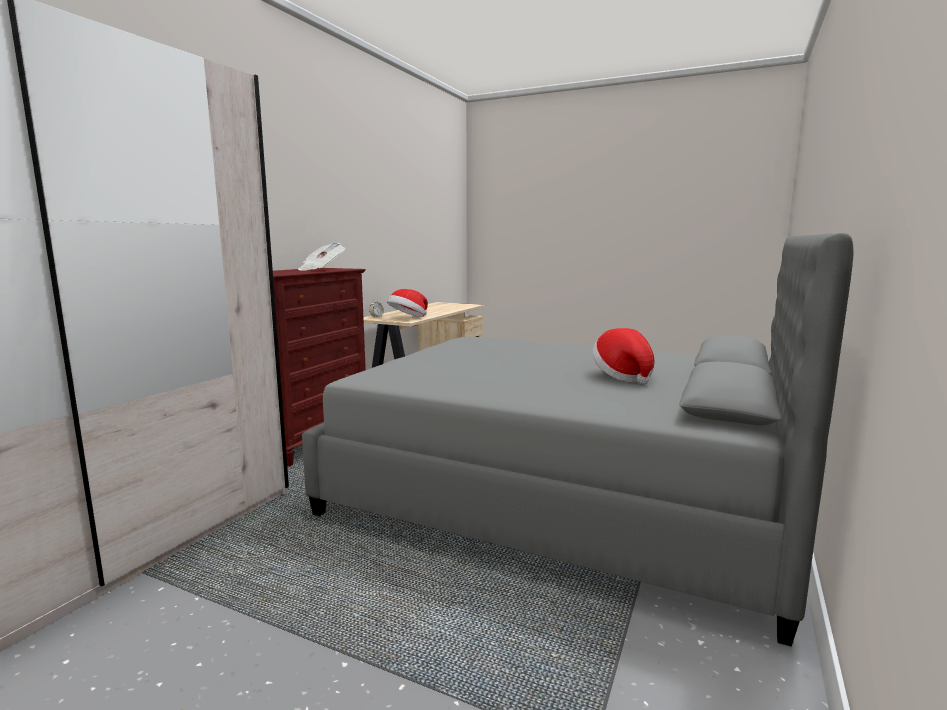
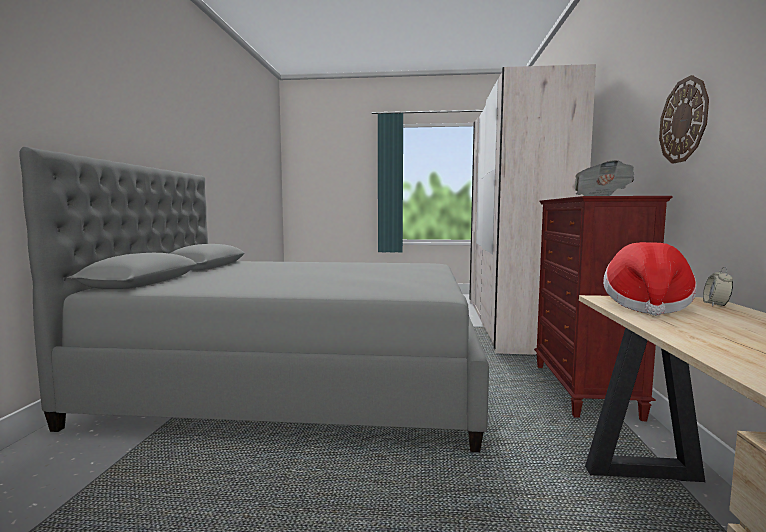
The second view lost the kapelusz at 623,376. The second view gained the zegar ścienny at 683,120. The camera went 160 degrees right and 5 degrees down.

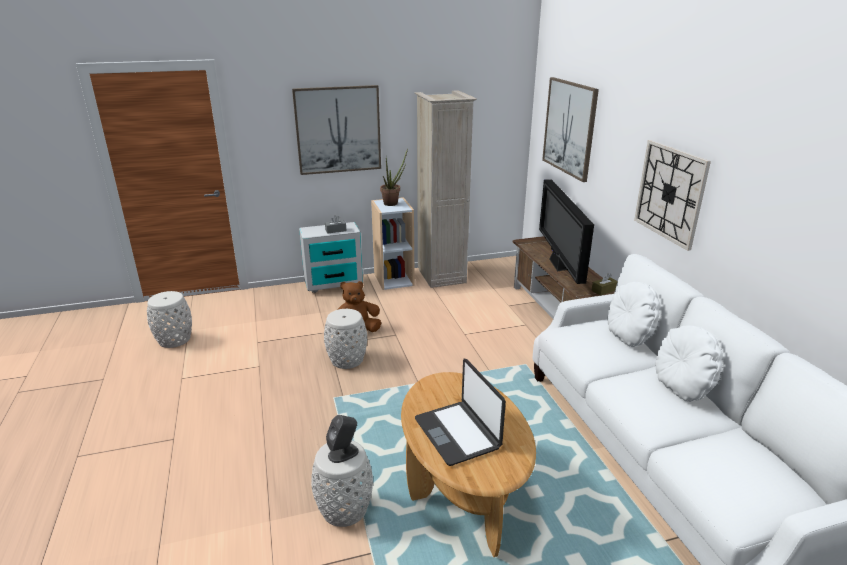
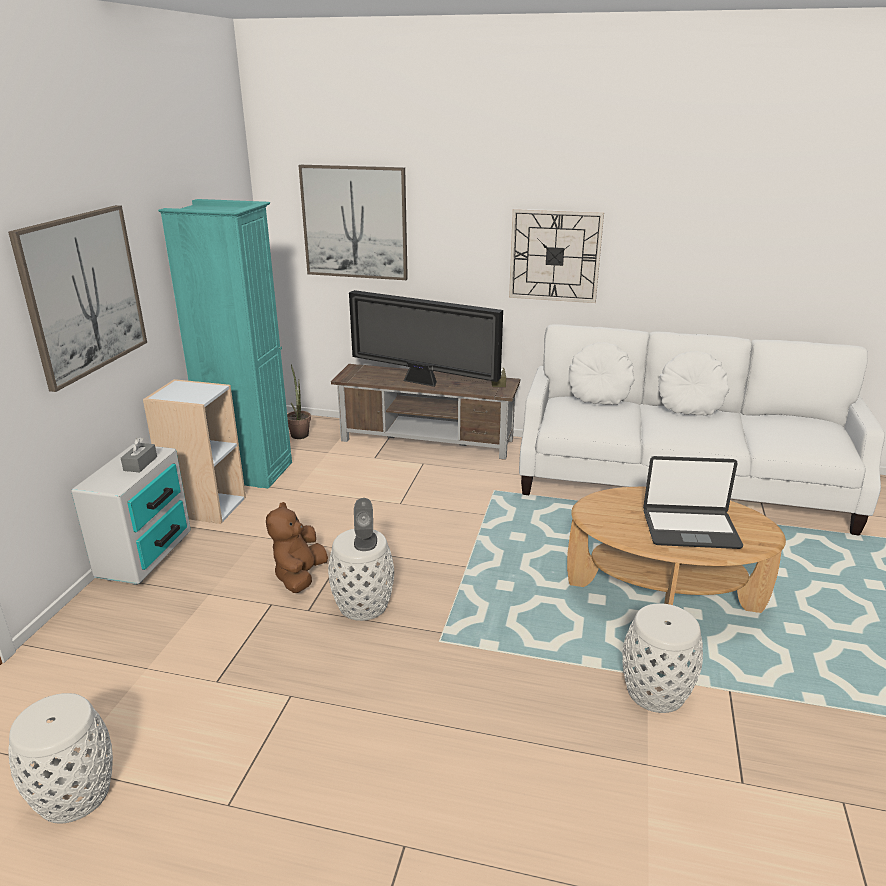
The głośnik (szary) ended up elsewhere, having gone from 343,453 to 365,541. The roślina doniczkowa ended up elsewhere, having gone from 393,203 to 299,433. What was the szafka (beżowy) at 442,276 turned into the szafka (turkusowy) at 250,471. The camera went 60 degrees left and 0 degrees up.

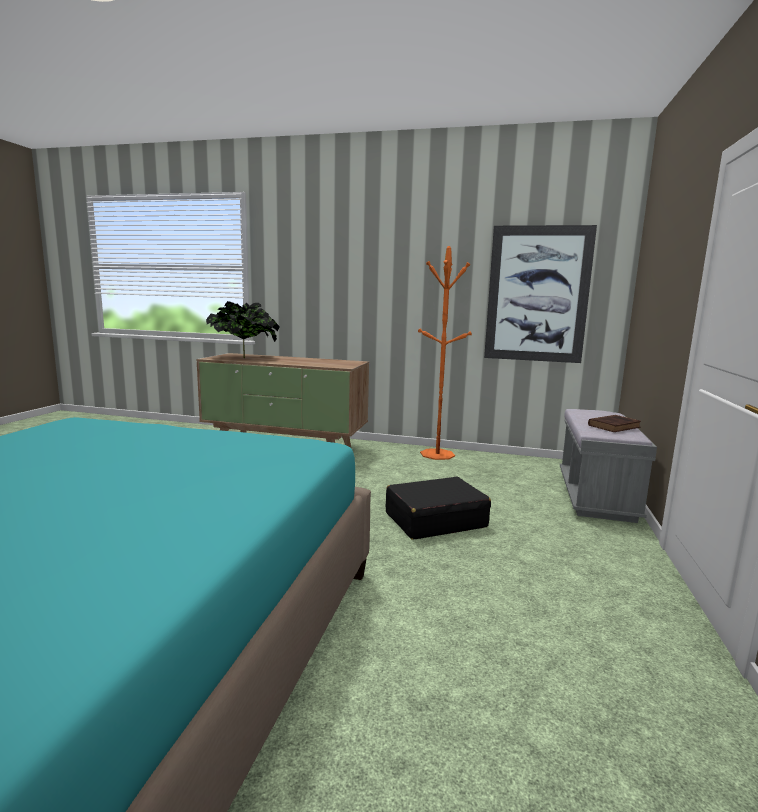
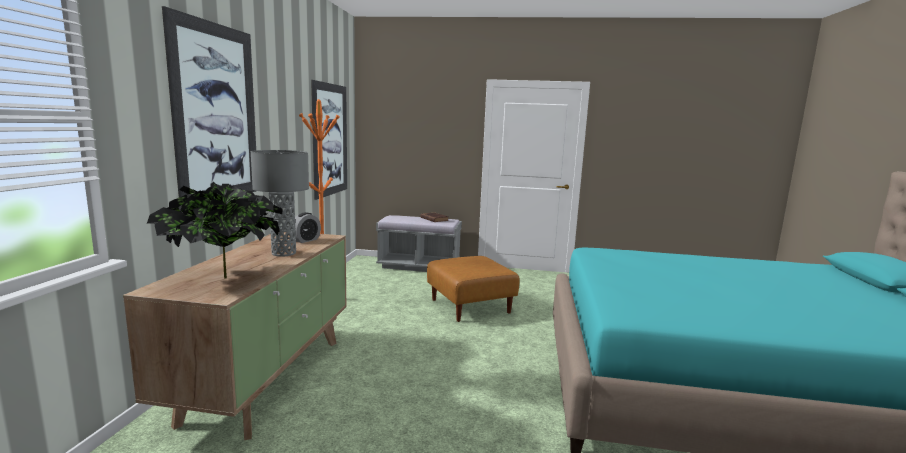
Where the walizka (czarny) stood at 435,520, the pufa (brązowy) came to stand at 471,306. The second view gained the obraz at 217,113. The second view gained the lampa stołowa (szary) at 284,253. The second view gained the budzik at 305,240. The camera went 95 degrees left and 0 degrees up.

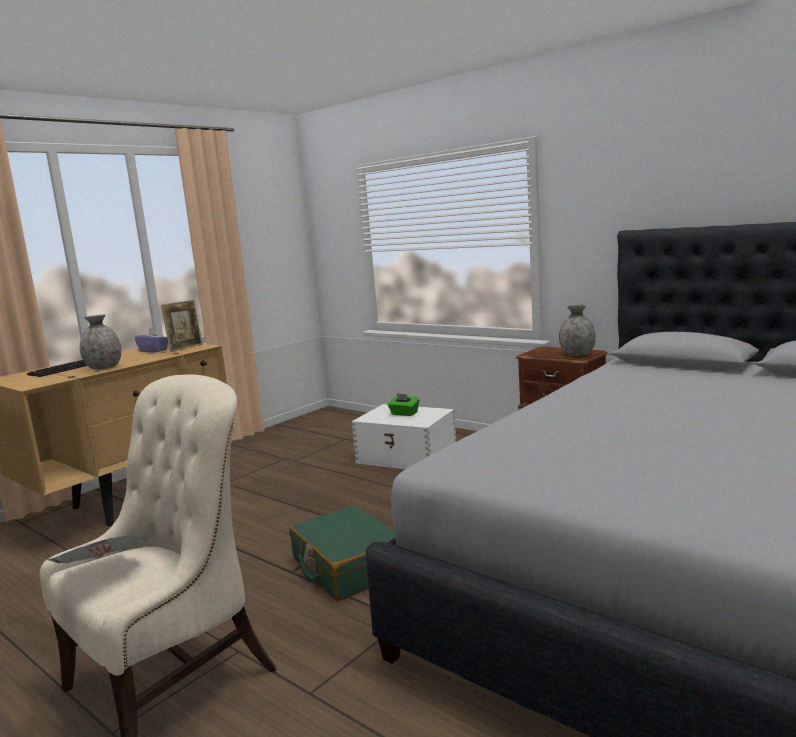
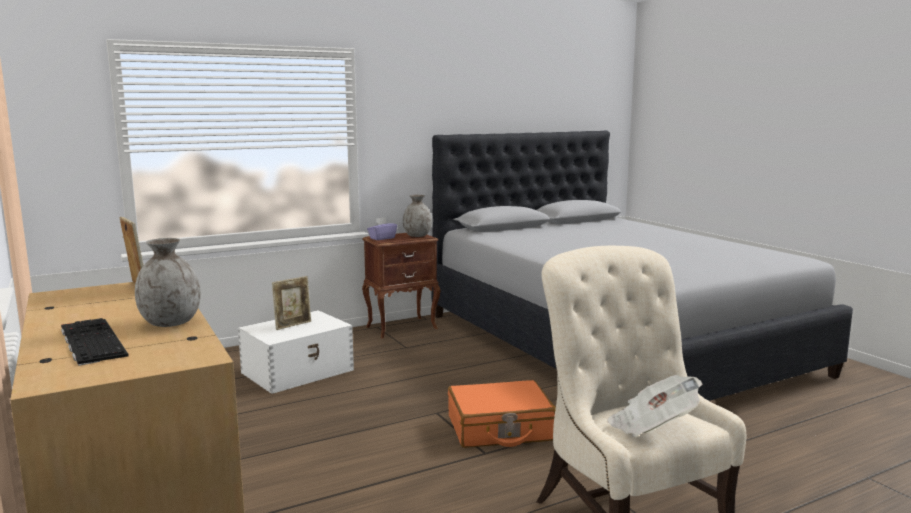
The pudełko chusteczek (fioletowy) ended up elsewhere, having gone from 154,350 to 382,238. What was the walizka (zielony) at 348,566 turned into the walizka (pomarańczowy) at 500,429. Where the pudełko chusteczek (zielony) stood at 404,413, the ramka na zdjęcie came to stand at 293,325. The camera went 70 degrees left and 0 degrees up.

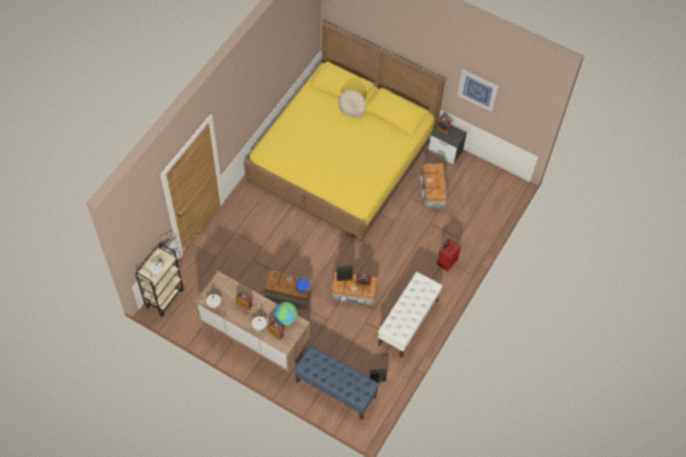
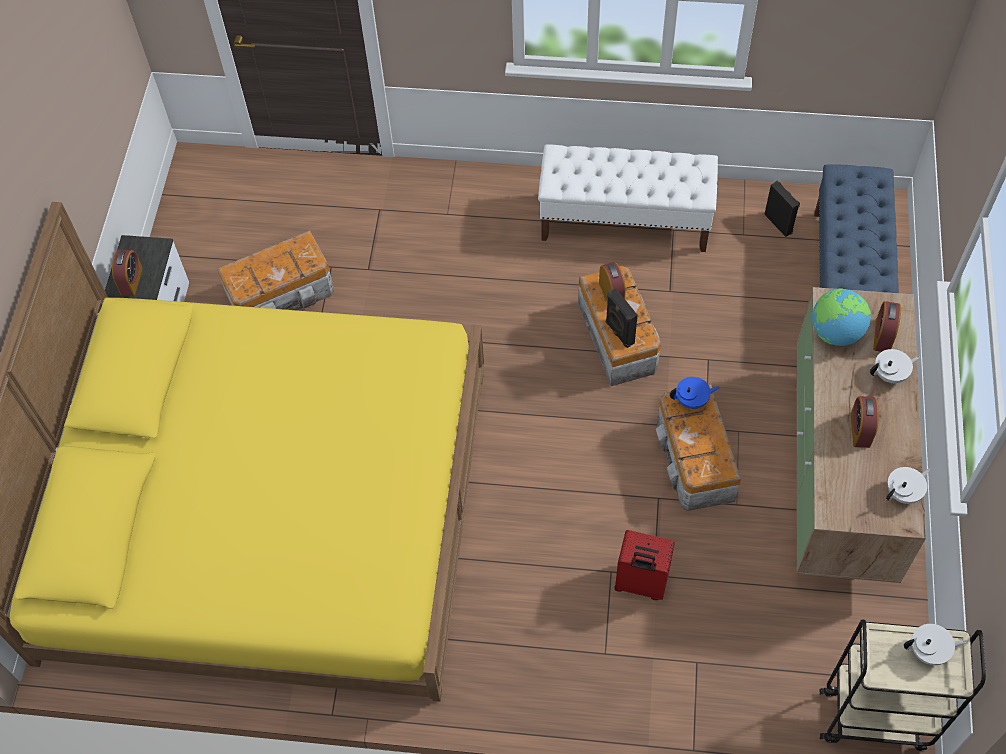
The second view lost the poduszka (beżowy) at 352,111. The walizka (czerwony) ended up elsewhere, having gone from 446,263 to 640,583. The second view lost the obraz at 478,90. The camera went 110 degrees left and 0 degrees up.

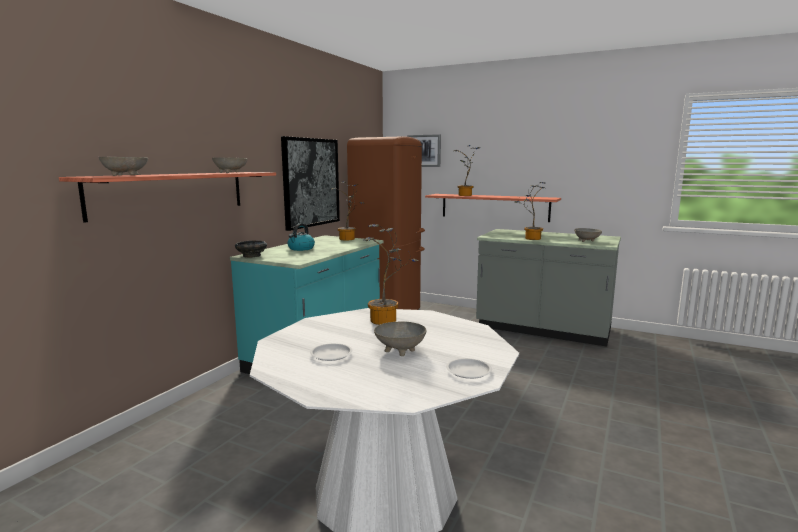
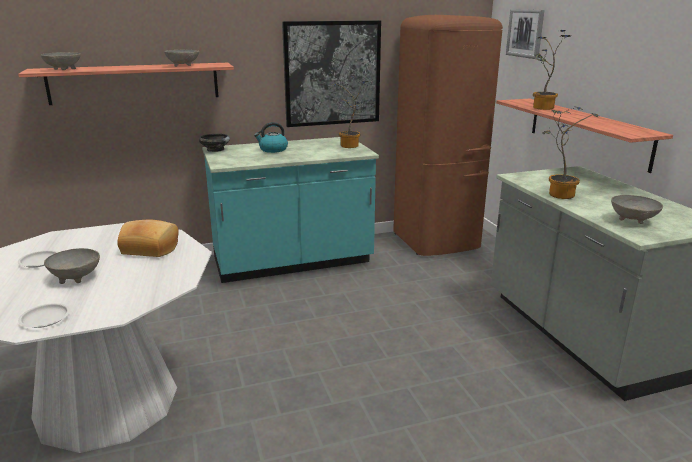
Where the roślina doniczkowa stood at 387,321, the chleb came to stand at 151,248. The camera went 45 degrees right and 10 degrees up.

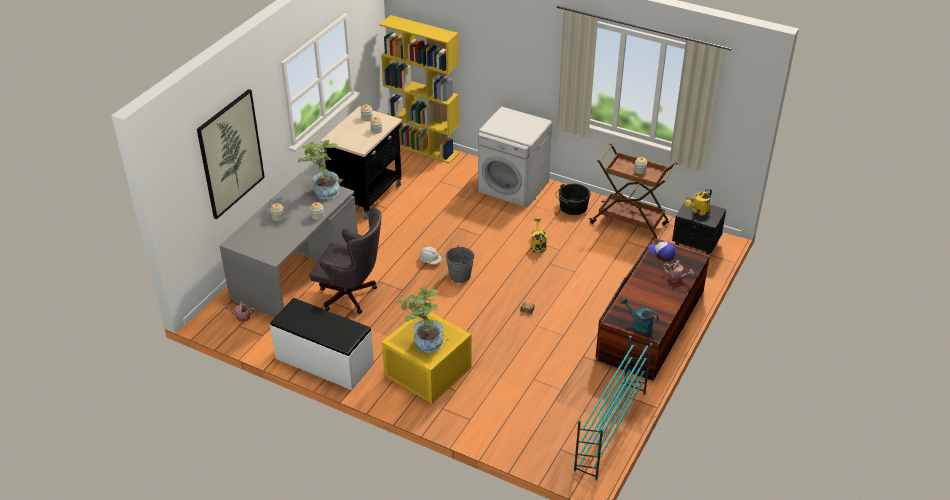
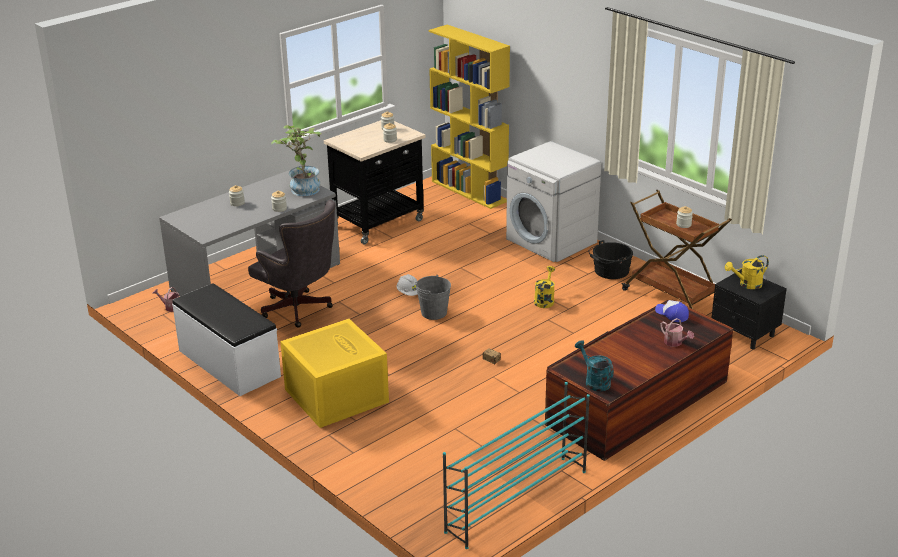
The second view lost the obraz at 231,154. The second view lost the roślina doniczkowa at 423,343. The camera went 20 degrees right and 10 degrees down.

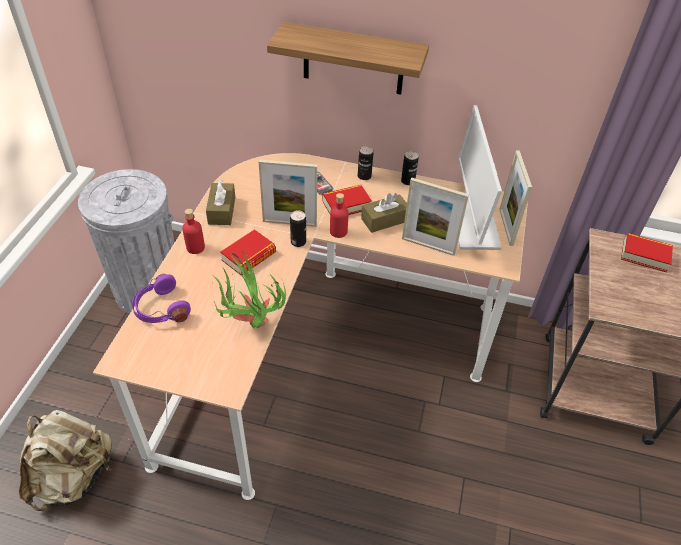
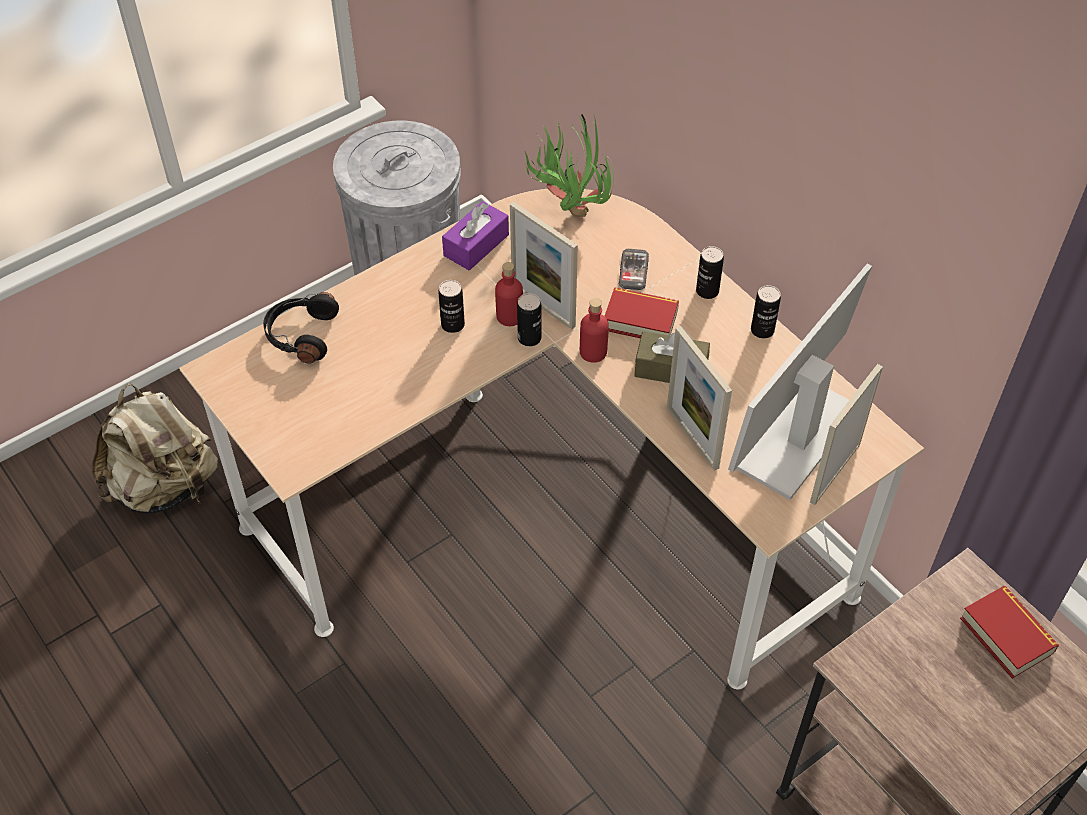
What was the słuchawki (fioletowy) at 160,309 turned into the słuchawki (czarny) at 301,335. The butelka (czerwony) ended up elsewhere, having gone from 195,247 to 509,316. What was the pudełko chusteczek (brązowy) at 222,210 turned into the pudełko chusteczek (fioletowy) at 476,245. The roślina doniczkowa ended up elsewhere, having gone from 249,325 to 569,210. Where the książka stood at 249,256, the puszka came to stand at 453,325. The second view lost the półka at 353,59. The camera went 40 degrees right and 5 degrees up.

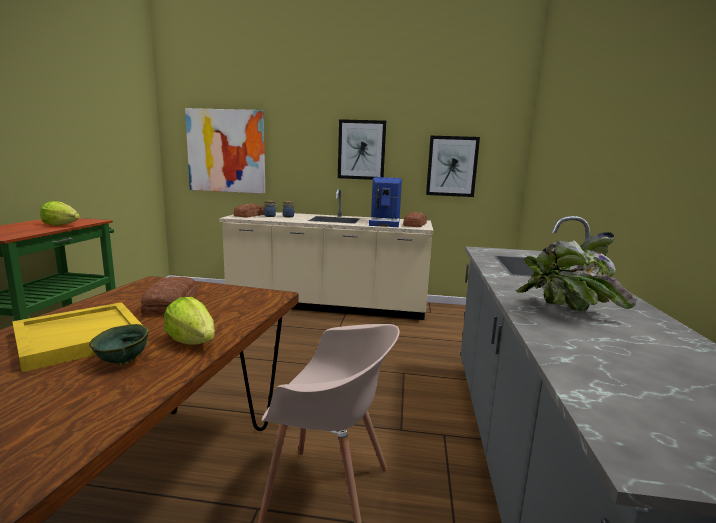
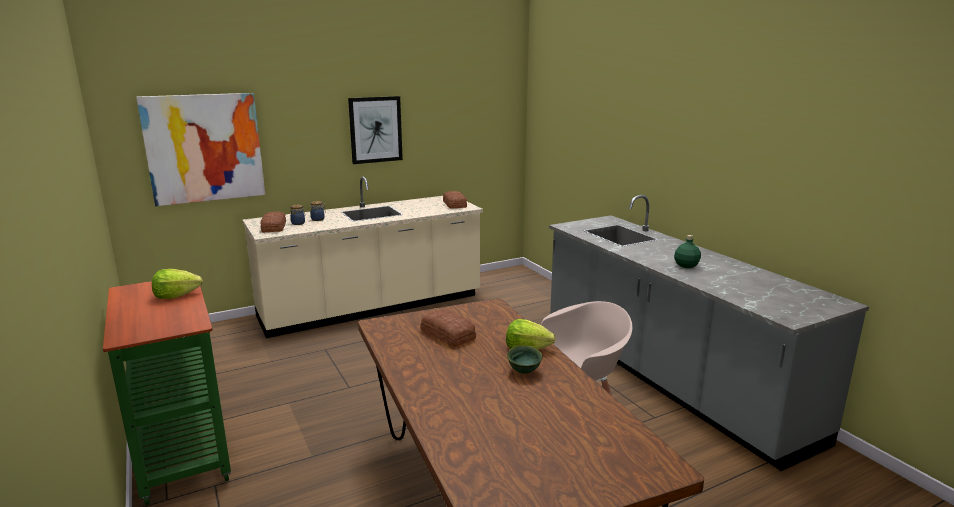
The second view lost the taca (żółty) at 81,337. The second view lost the ekspres do kawy at 385,222. The second view lost the obraz at 452,166. Where the roślina doniczkowa stood at 566,311, the butelka (zielony) came to stand at 686,265. The camera went 35 degrees left and 5 degrees up.

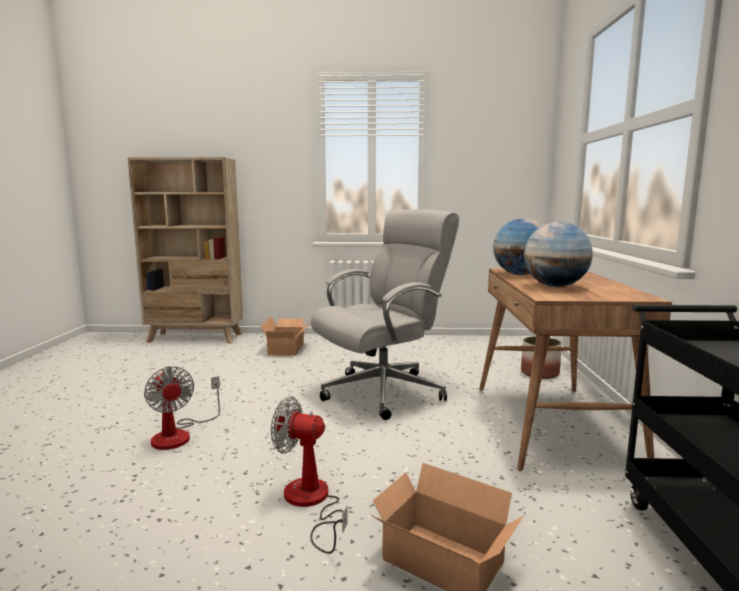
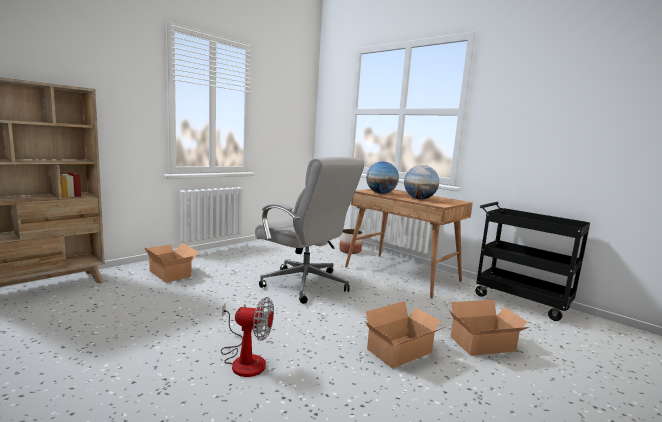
Where the wentylator stood at 311,503, the karton came to stand at 402,351. The krzesło biurowe (szary) at 382,392 ended up facing another way, 120 degrees clockwise from before. The camera went 50 degrees left and 0 degrees up.

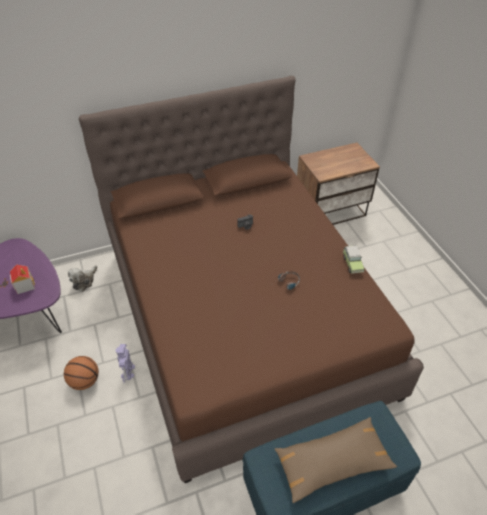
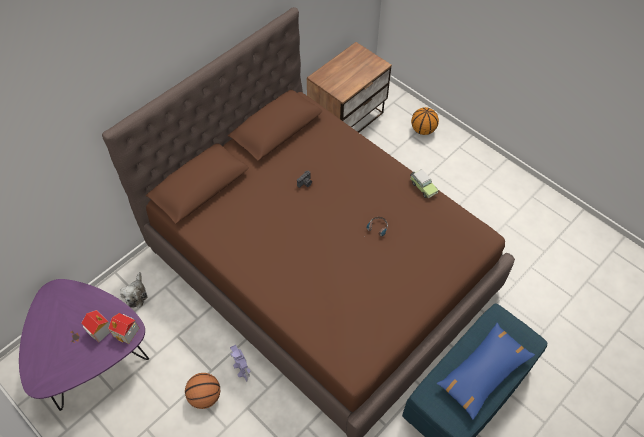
What was the poduszka (brązowy) at 332,462 turned into the poduszka (niebieski) at 483,373. The second view gained the domek at 126,332. The second view gained the piłka do koszykówki at 423,129. The camera went 25 degrees left and 10 degrees up.

